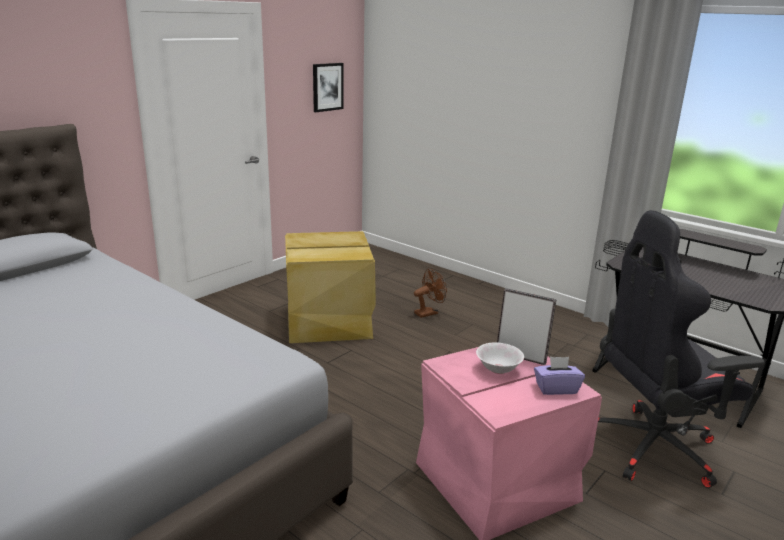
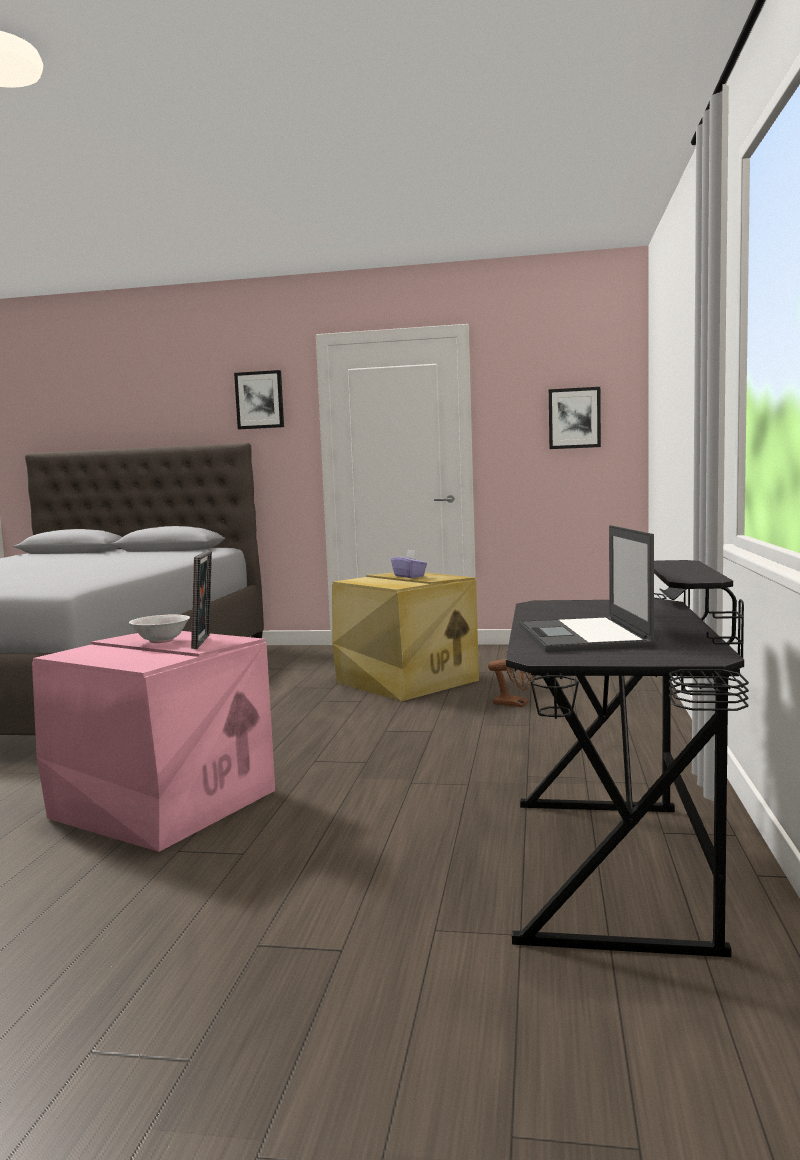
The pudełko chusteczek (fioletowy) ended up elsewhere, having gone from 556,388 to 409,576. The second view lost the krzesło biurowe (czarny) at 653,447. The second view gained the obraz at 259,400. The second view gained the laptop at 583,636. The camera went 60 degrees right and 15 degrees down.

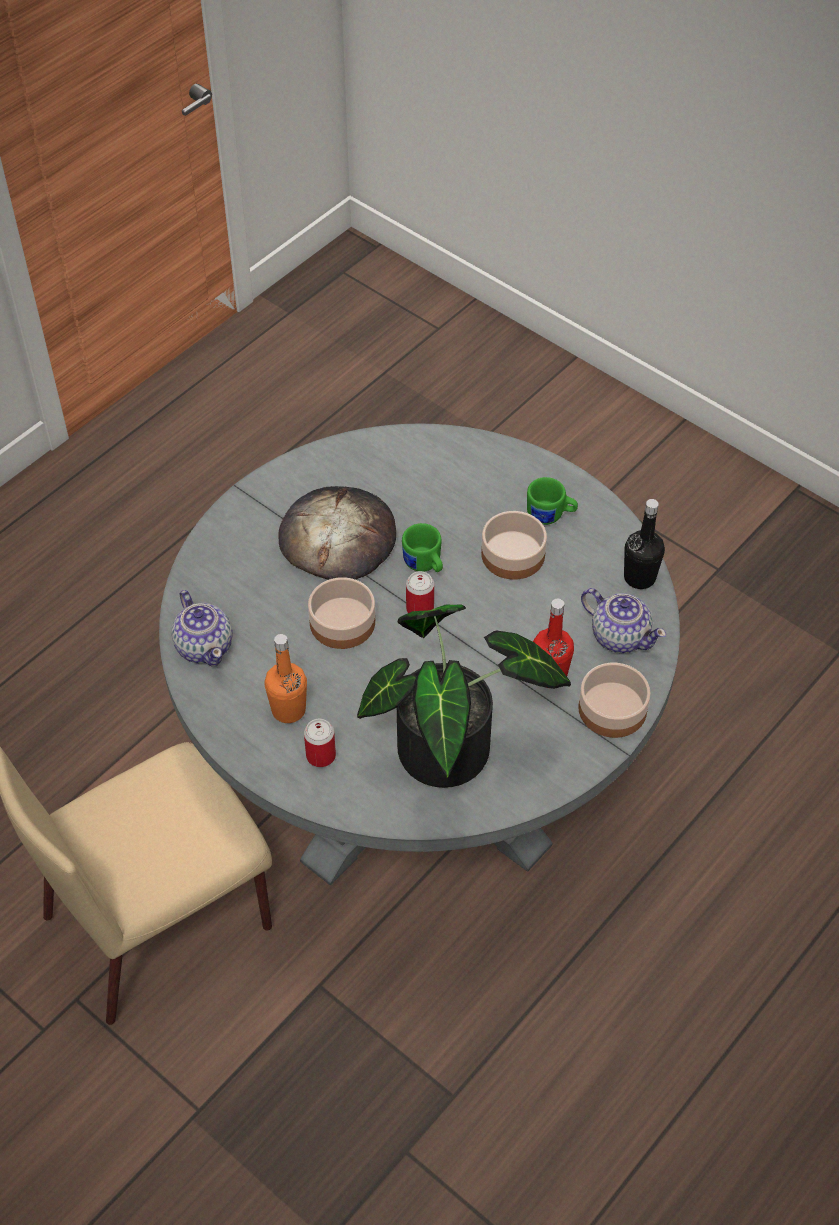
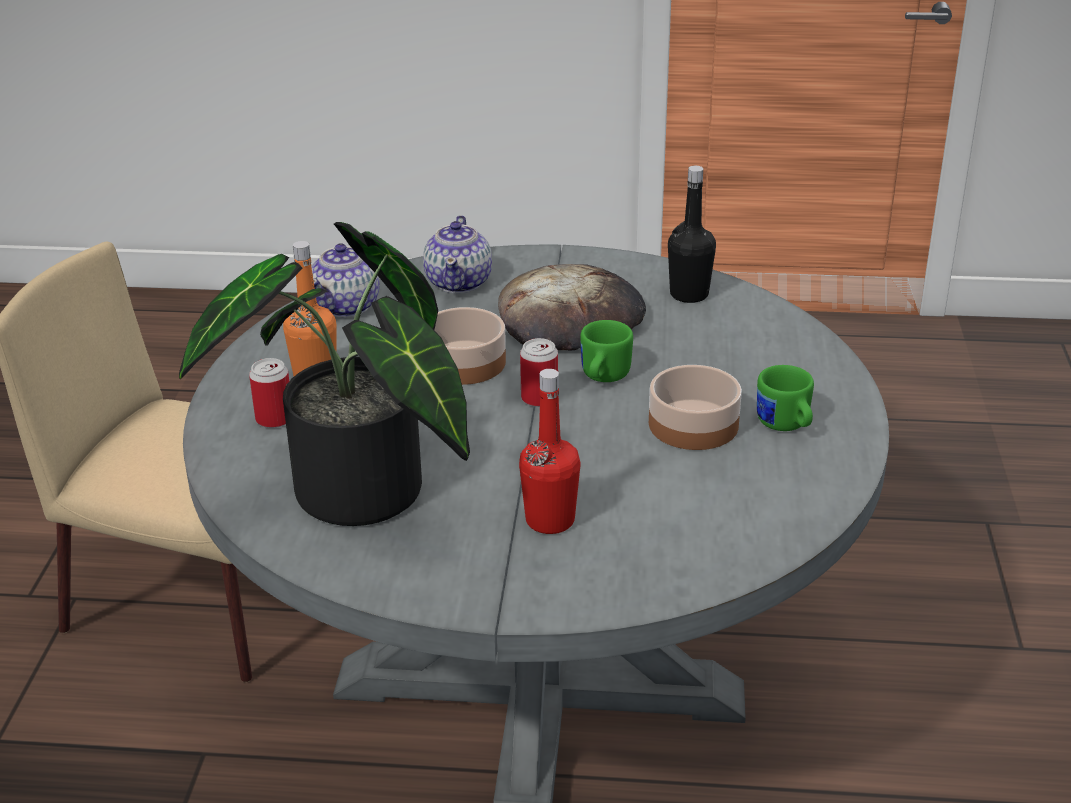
The second view lost the miska at 611,709. The imbryk ended up elsewhere, having gone from 619,635 to 459,282. The butelka (czarny) ended up elsewhere, having gone from 639,577 to 689,294. The camera went 55 degrees right and 20 degrees down.

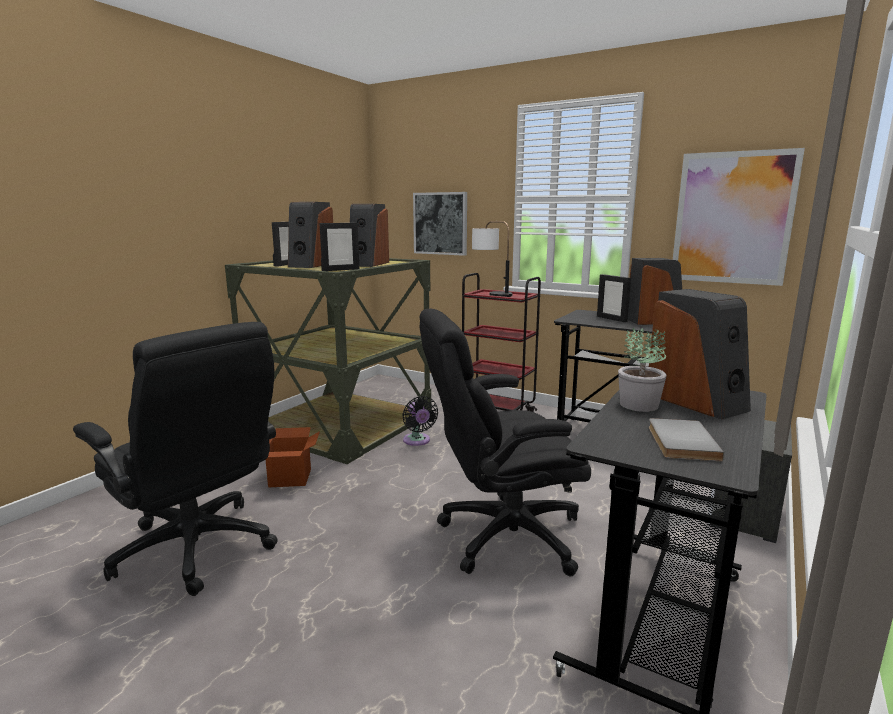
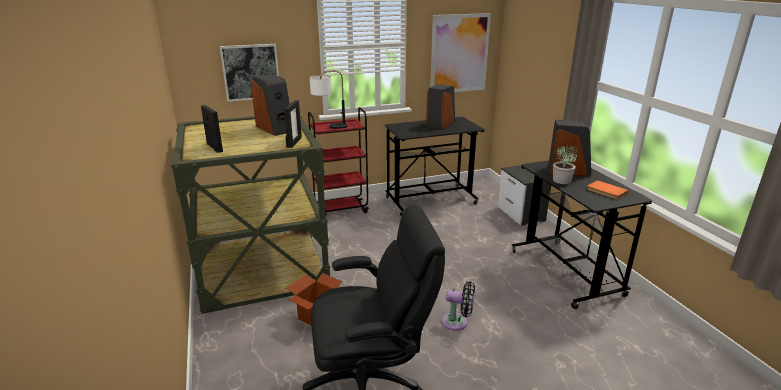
The second view lost the głośnik at 311,265. The wentylator (czarny) ended up elsewhere, having gone from 417,441 to 457,322. The second view lost the krzesło biurowe (czarny) at 500,536. The second view lost the ramka na zdjęcie at 612,319. What was the książka (szary) at 679,442 turned into the książka (pomarańczowy) at 606,191. The camera went 50 degrees left and 10 degrees up.

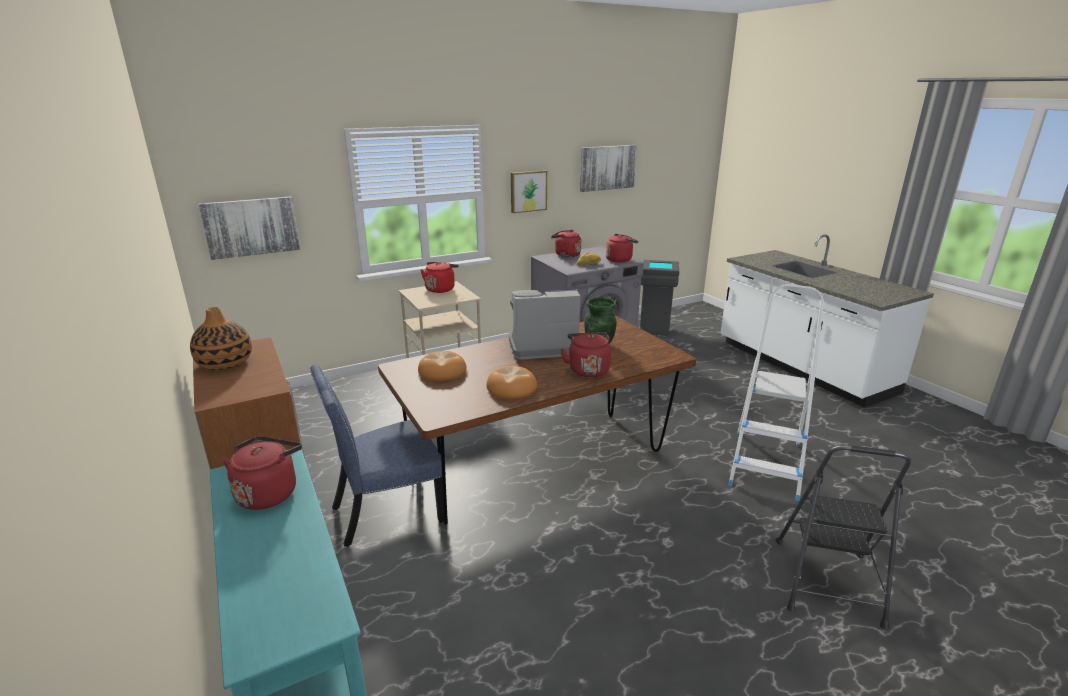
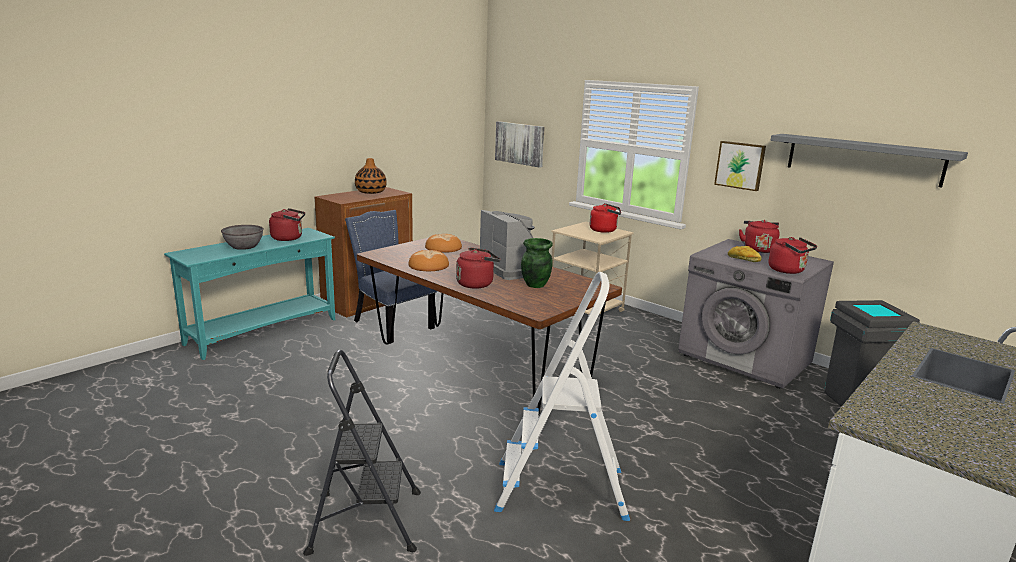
Where the obraz hung at 607,167, the półka (szary) came to hang at 863,159. The second view gained the miska (szary) at 244,246. The camera went 70 degrees right and 5 degrees down.

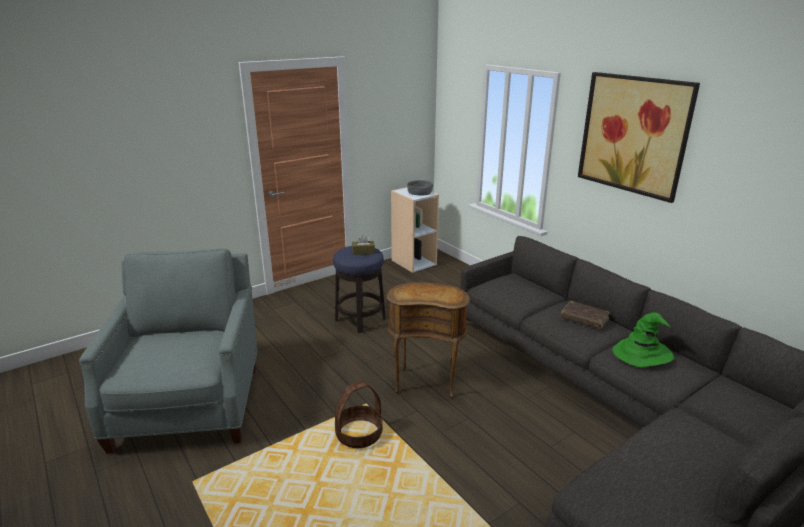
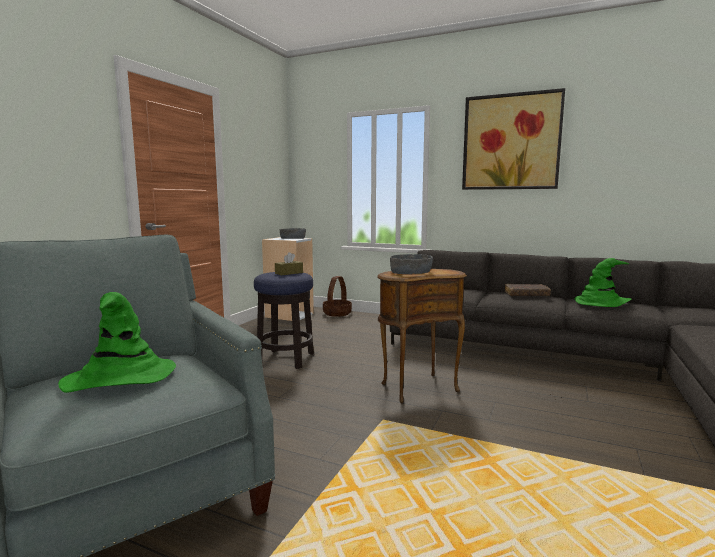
The koszyk ended up elsewhere, having gone from 359,434 to 337,313. The second view gained the kapelusz (zielony) at 120,378. The second view gained the miska (szary) at 411,272. The camera went 30 degrees left and 15 degrees down.

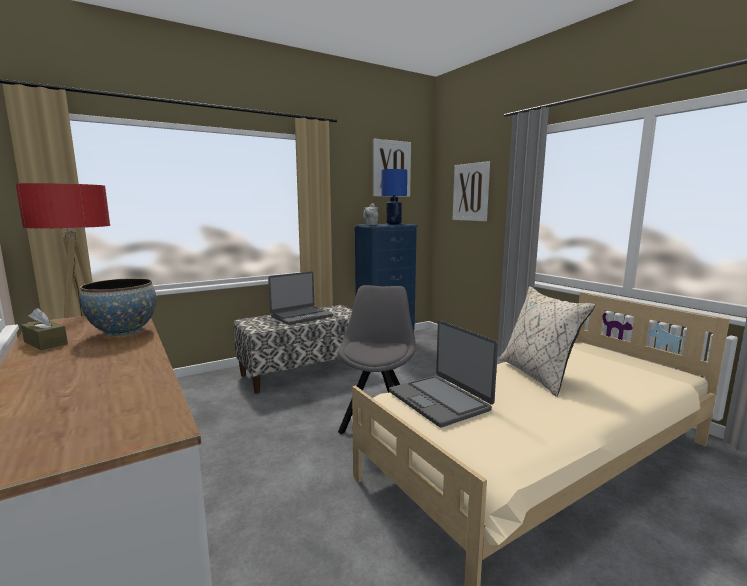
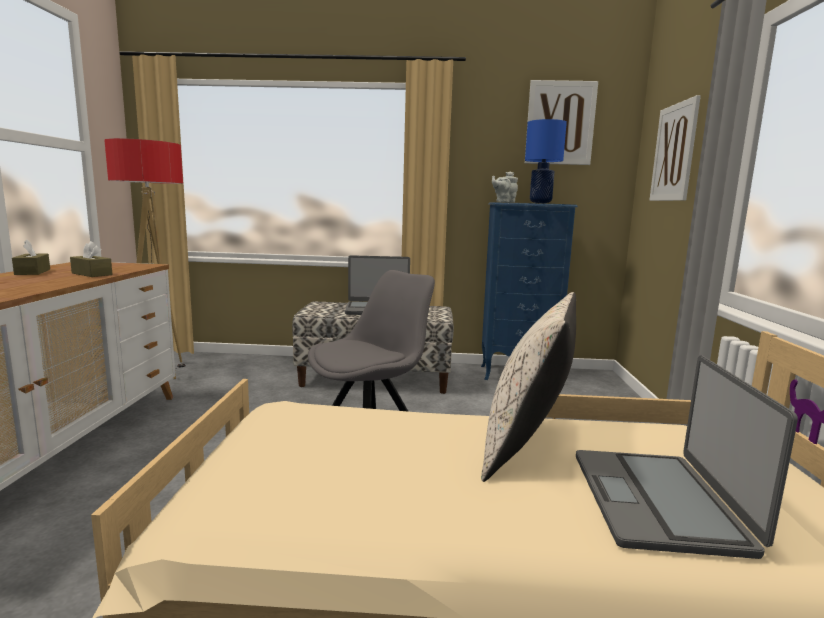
Where the miska stood at 123,332, the pudełko chusteczek (brązowy) came to stand at 92,274. The laptop ended up elsewhere, having gone from 439,400 to 659,501. The camera went 35 degrees right and 0 degrees up.

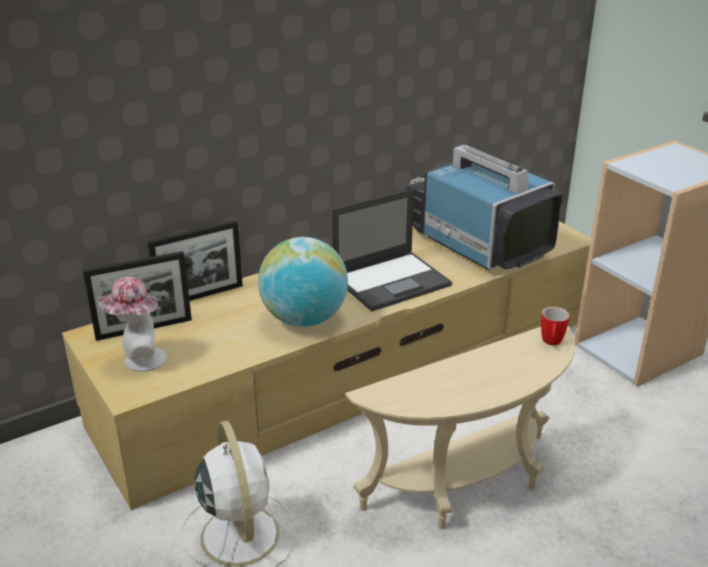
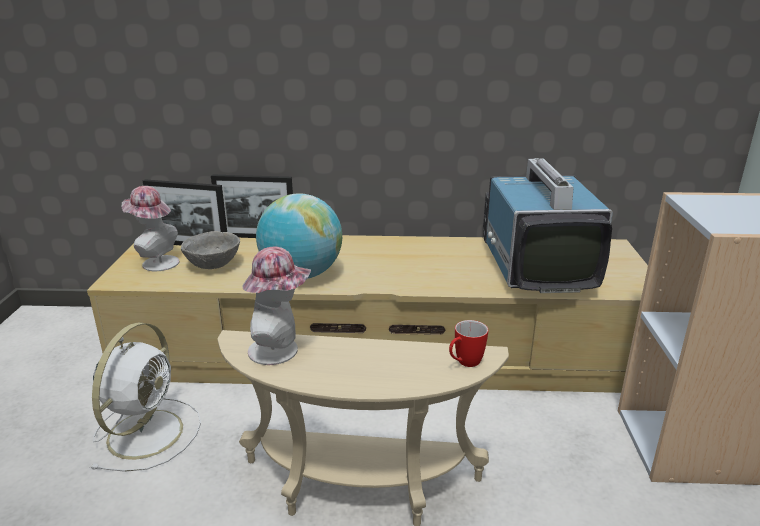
The second view lost the laptop at 392,280. The second view gained the miska (szary) at 213,266. The second view gained the kapelusz at 280,350. The camera went 35 degrees right and 5 degrees down.

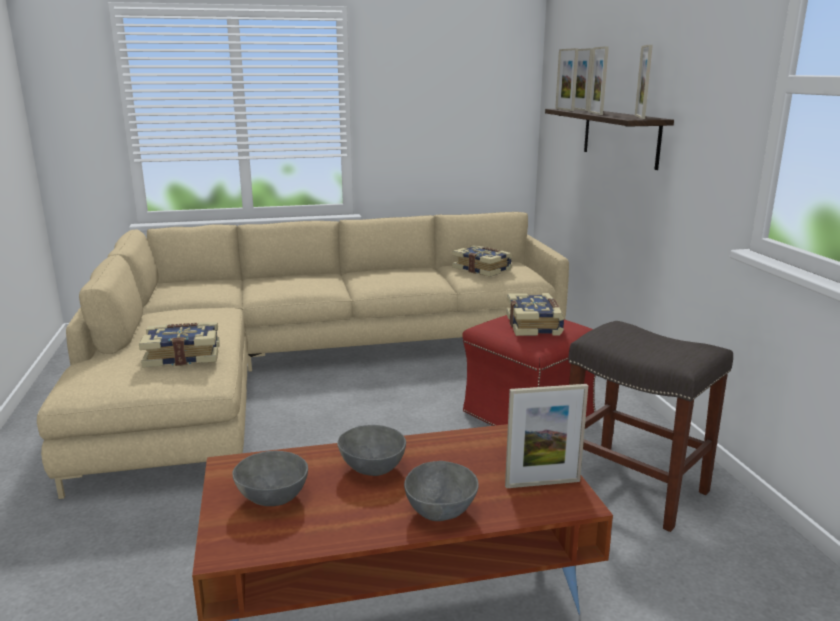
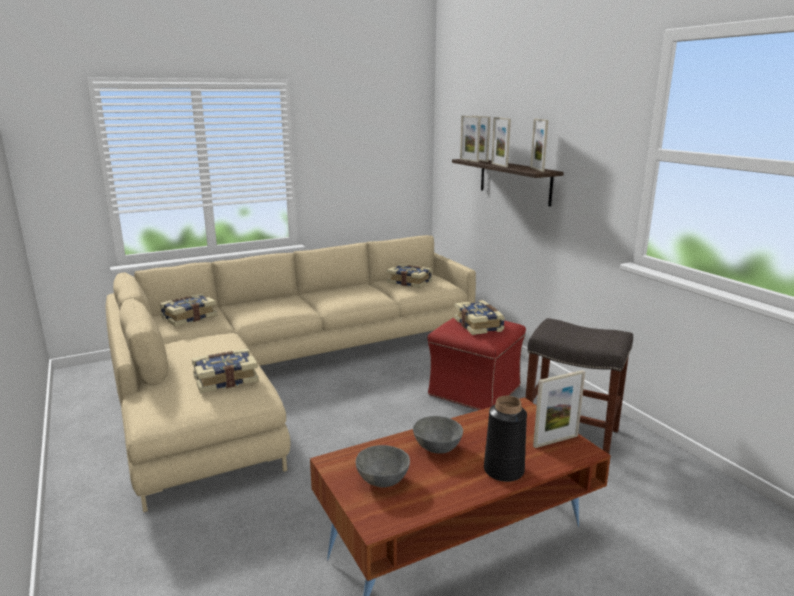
Where the miska (szary) stood at 441,510, the wazon (czarny) came to stand at 503,470. The second view gained the książka at 189,317. The camera went 15 degrees left and 0 degrees up.

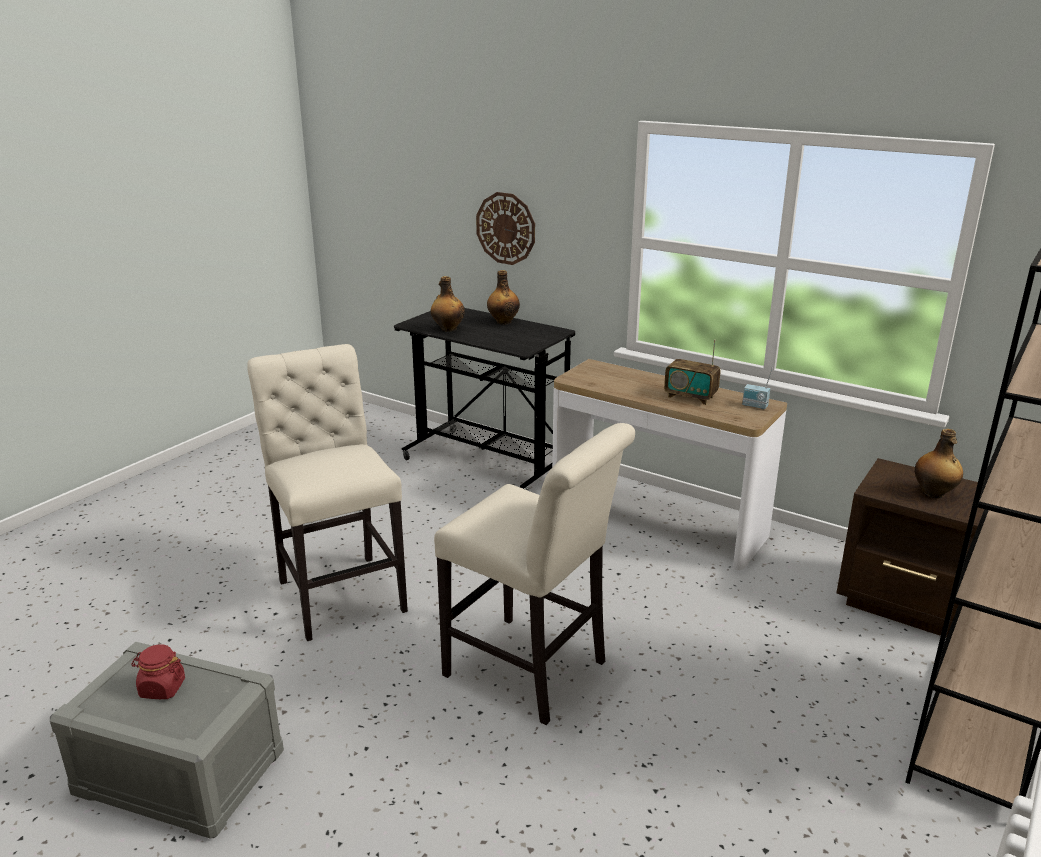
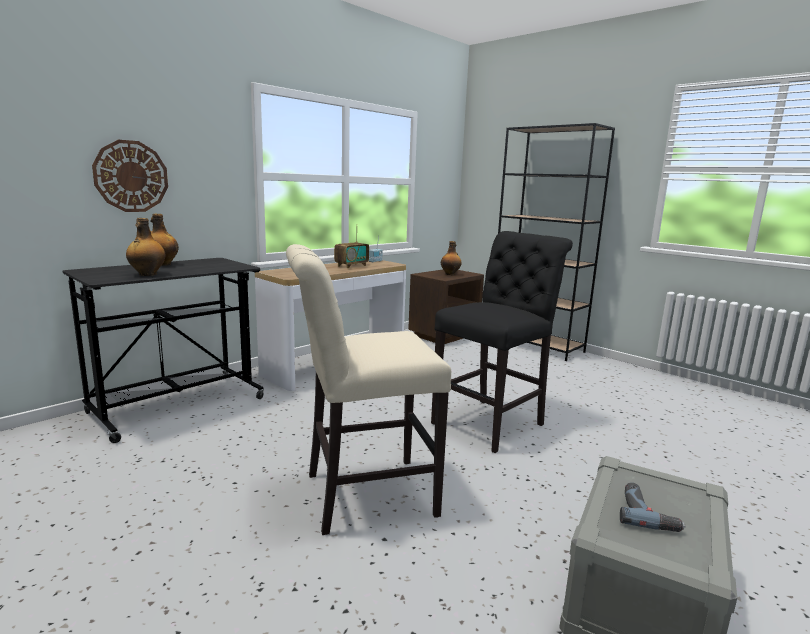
Where the słoik (czerwony) stood at 162,688, the wiertarka came to stand at 647,514. What was the stołek (beżowy) at 532,673 turned into the stołek (czarny) at 492,423. The camera went 80 degrees left and 10 degrees down.

